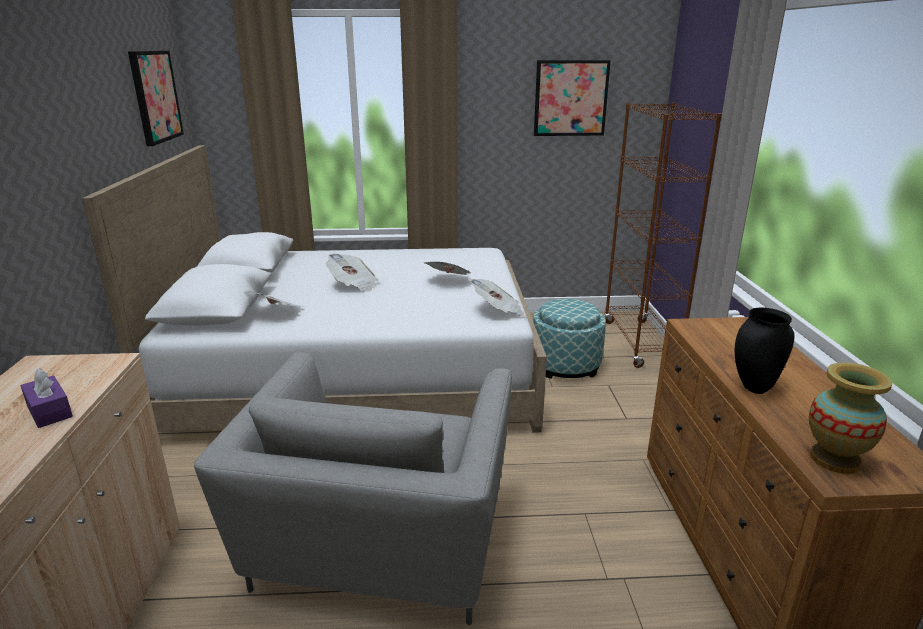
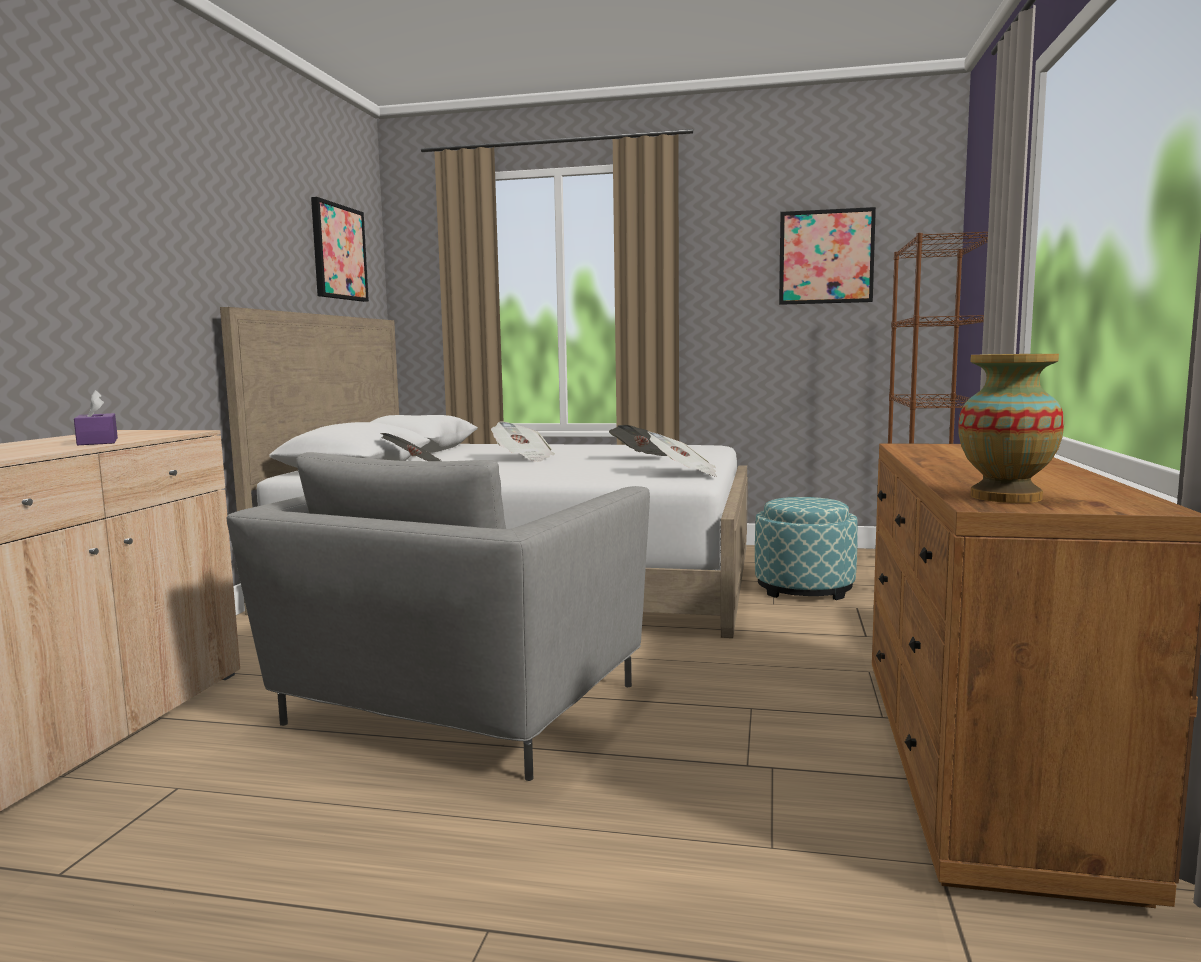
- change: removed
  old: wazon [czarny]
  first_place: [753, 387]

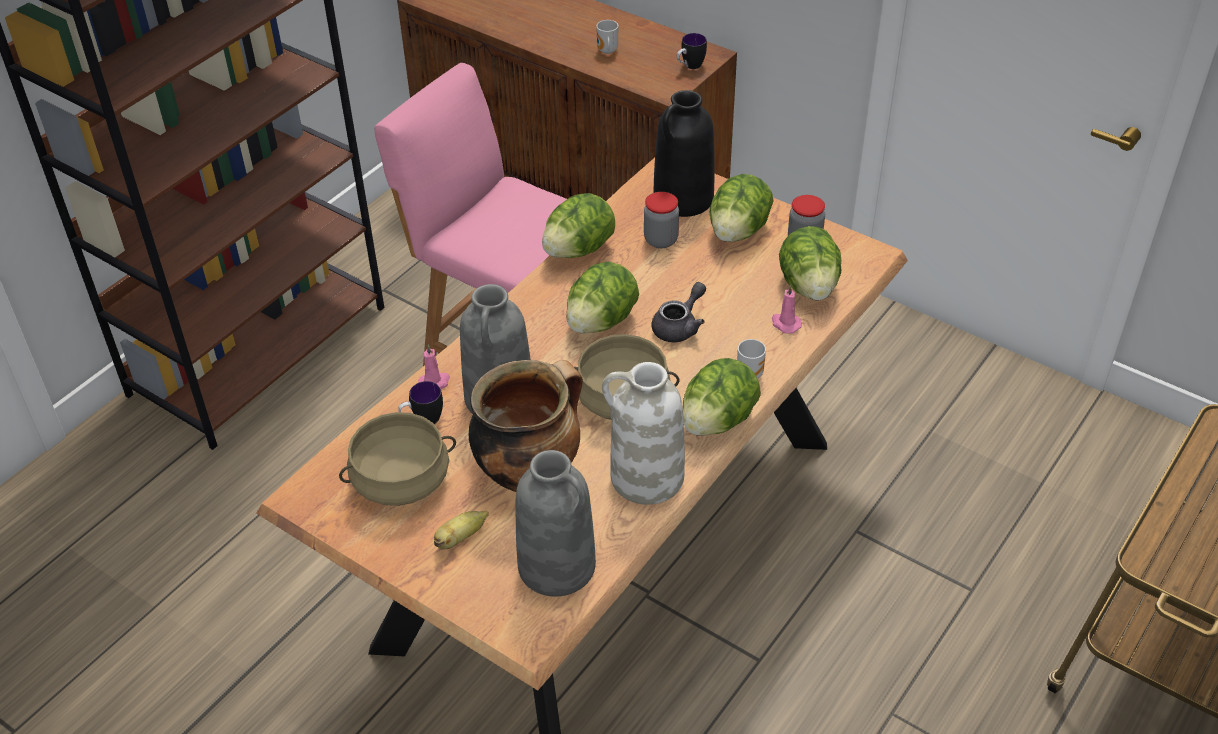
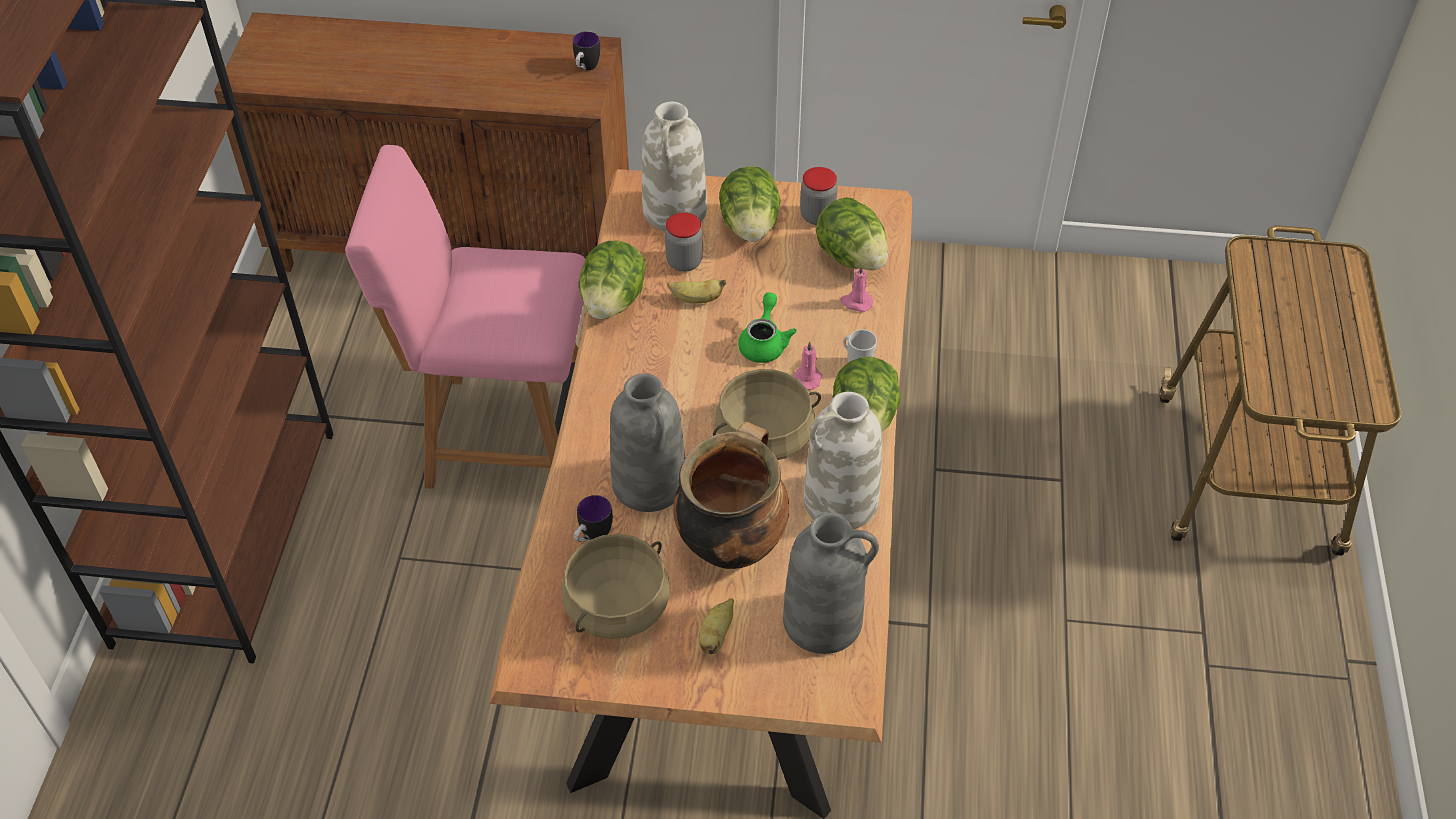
- change: removed
  old: kubek
  first_place: [606, 51]
- change: recoloured
  old: wazon [czarny]
  new: wazon [biały]
  first_place: [683, 199]
  second_place: [675, 212]
- change: removed
  old: sałata
  first_place: [601, 321]
- change: recoloured
  old: imbryk [szary]
  new: imbryk [zielony]
  first_place: [680, 326]
  second_place: [764, 342]
- change: moved
  old: świeca [różowy]
  first_place: [435, 383]
  second_place: [808, 378]
- change: added
  new: banan
  second_place: [696, 299]

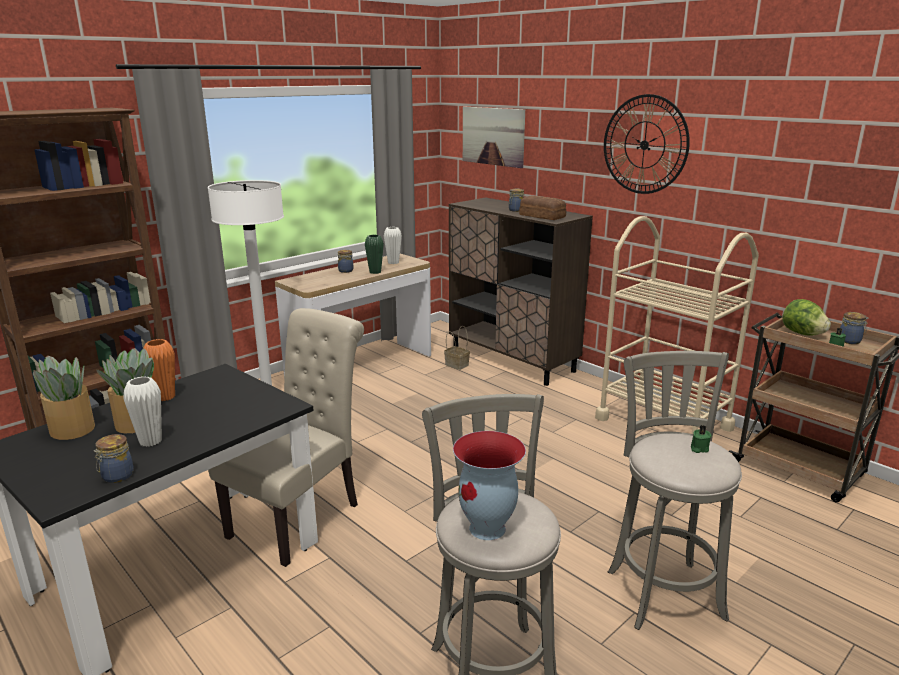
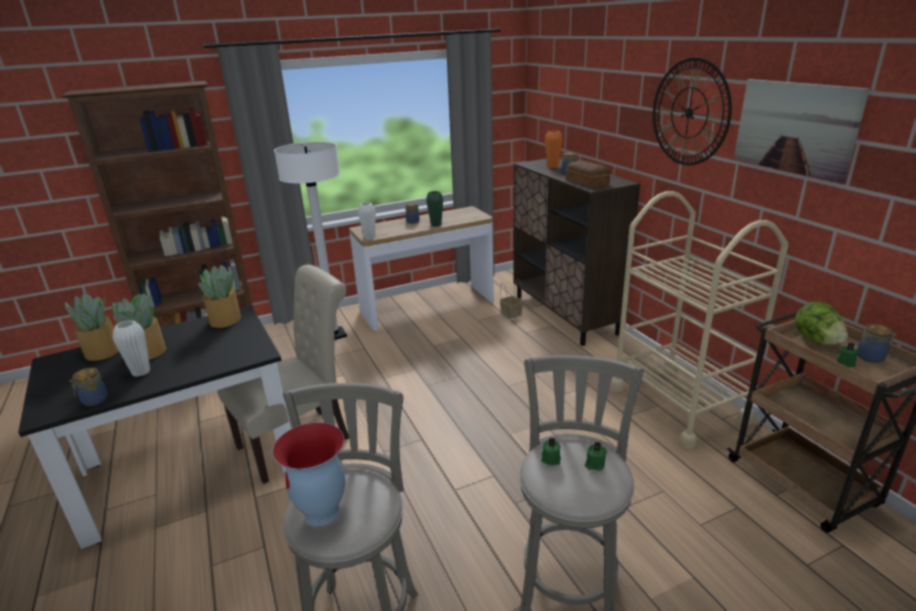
- change: moved
  old: obraz
  first_place: [493, 136]
  second_place: [795, 127]
- change: moved
  old: wazon [biały]
  first_place: [393, 262]
  second_place: [369, 237]
- change: moved
  old: wazon [pomarańczowy]
  first_place: [165, 397]
  second_place: [552, 166]
- change: added
  new: roślina doniczkowa
  second_place: [224, 320]
- change: added
  new: świeca [zielony]
  second_place: [550, 458]

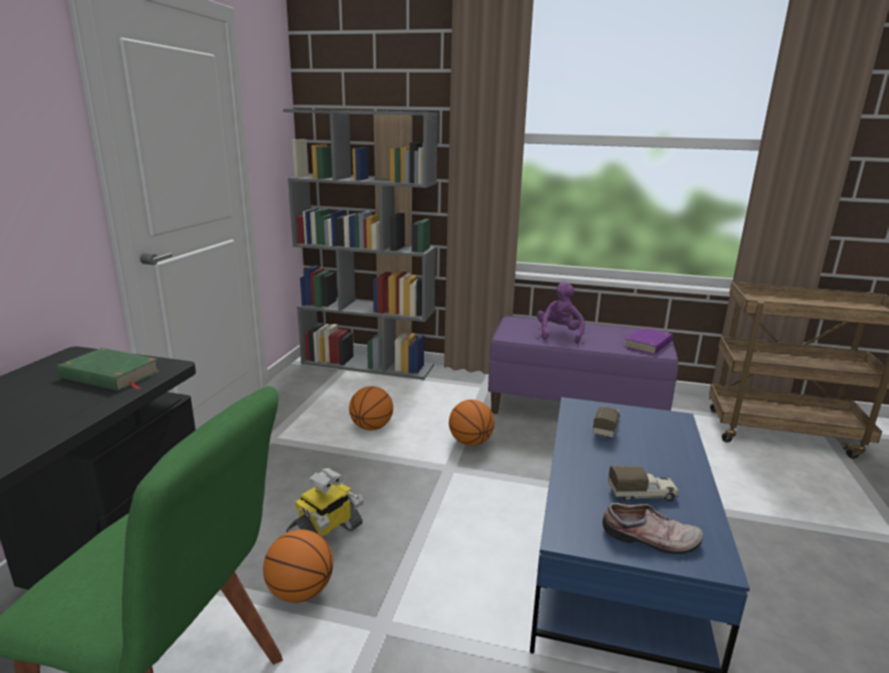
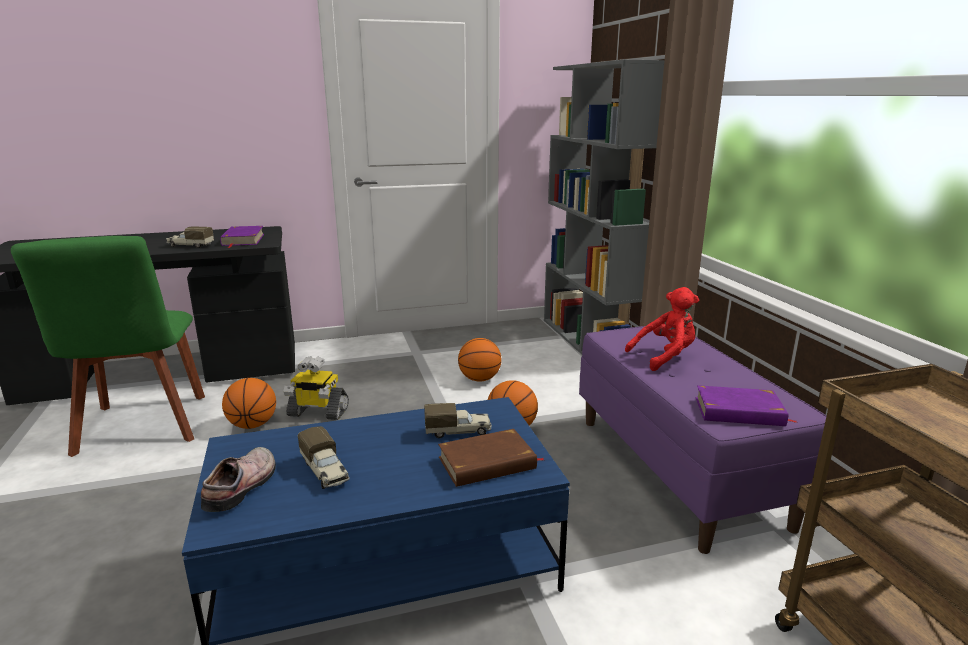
- change: recoloured
  old: pluszak [fioletowy]
  new: pluszak [czerwony]
  first_place: [559, 334]
  second_place: [665, 357]
- change: recoloured
  old: książka [zielony]
  new: książka [fioletowy]
  first_place: [110, 375]
  second_place: [243, 240]
- change: turned
  old: but
  first_place: [651, 539]
  second_place: [244, 486]
  degrees: -150
- change: added
  new: ciężarówka zabawkowa
  second_place: [190, 246]
- change: added
  new: książka [brązowy]
  second_place: [487, 463]

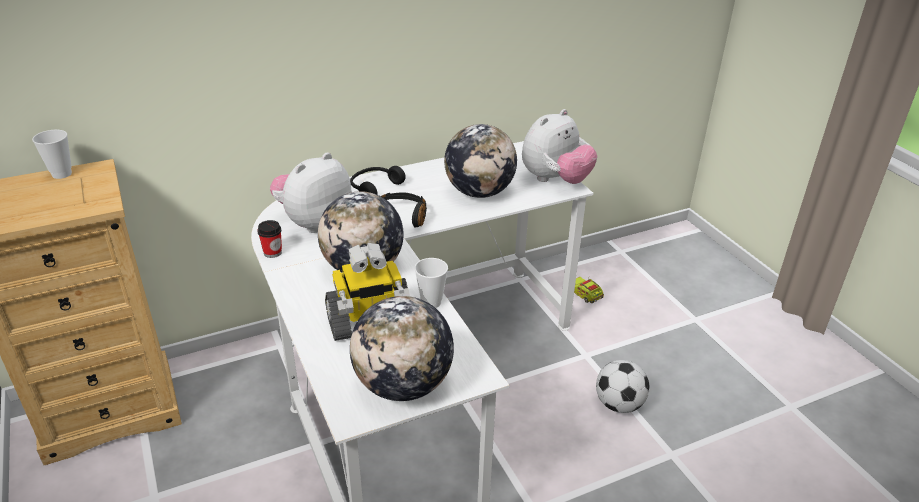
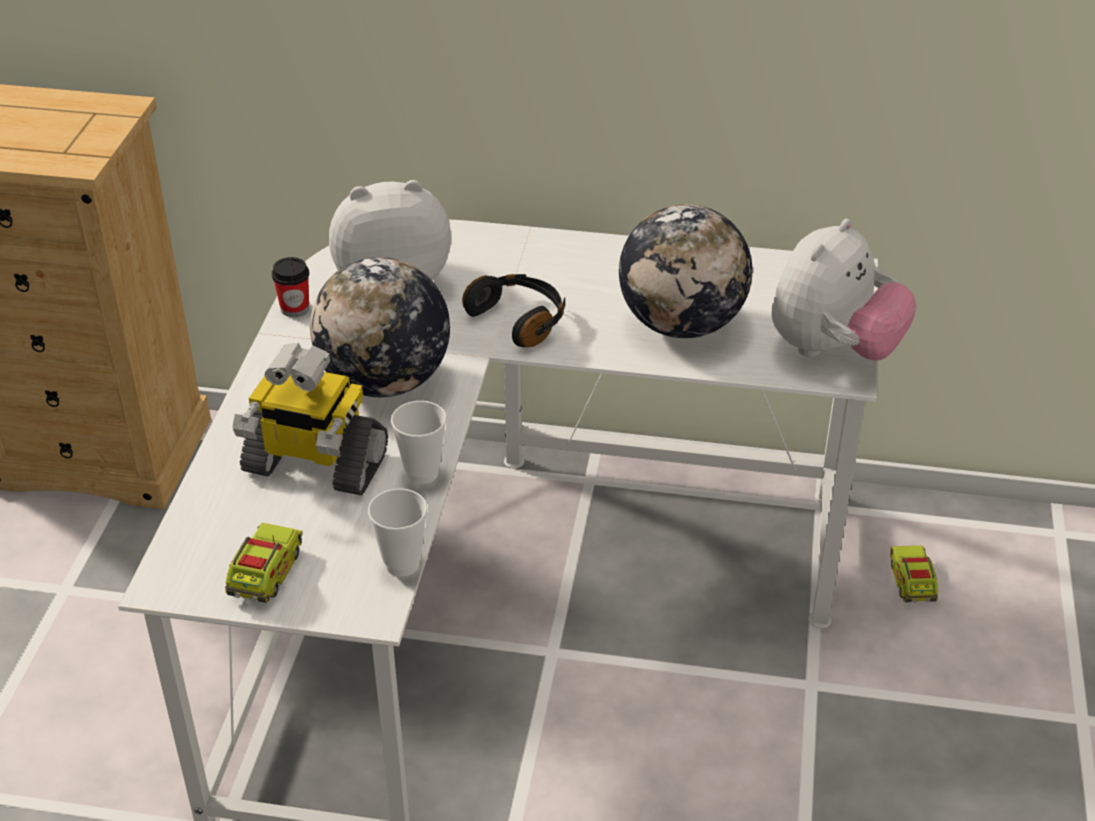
- change: turned
  old: pluszak
  first_place: [555, 180]
  second_place: [833, 350]
  degrees: -45
- change: moved
  old: filiżanka
  first_place: [62, 174]
  second_place: [402, 564]
- change: removed
  old: słuchawki [czarny]
  first_place: [374, 187]
- change: replaced
  old: globus
  new: ciężarówka zabawkowa
  first_place: [403, 385]
  second_place: [265, 573]
- change: removed
  old: piłka futbolowa
  first_place: [619, 404]

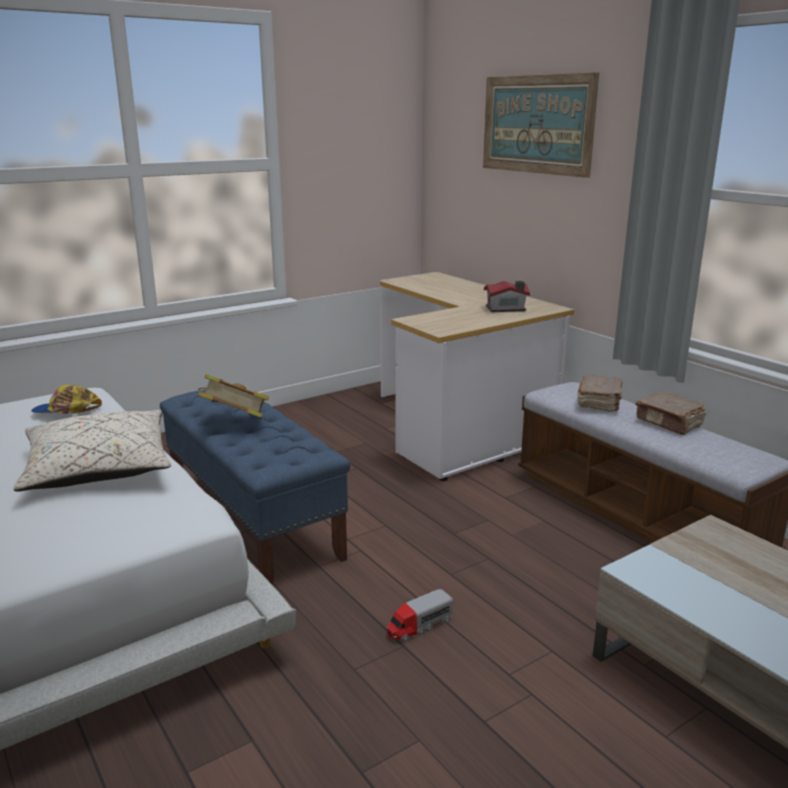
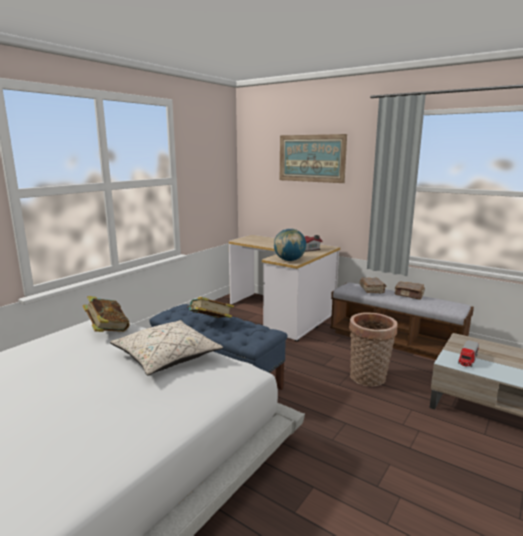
- change: replaced
  old: czapka z daszkiem
  new: książka
  first_place: [66, 411]
  second_place: [107, 330]
- change: moved
  old: ciężarówka zabawkowa
  first_place: [419, 626]
  second_place: [467, 359]
- change: added
  new: globus
  second_place: [289, 260]
- change: added
  new: koszyk
  second_place: [368, 379]

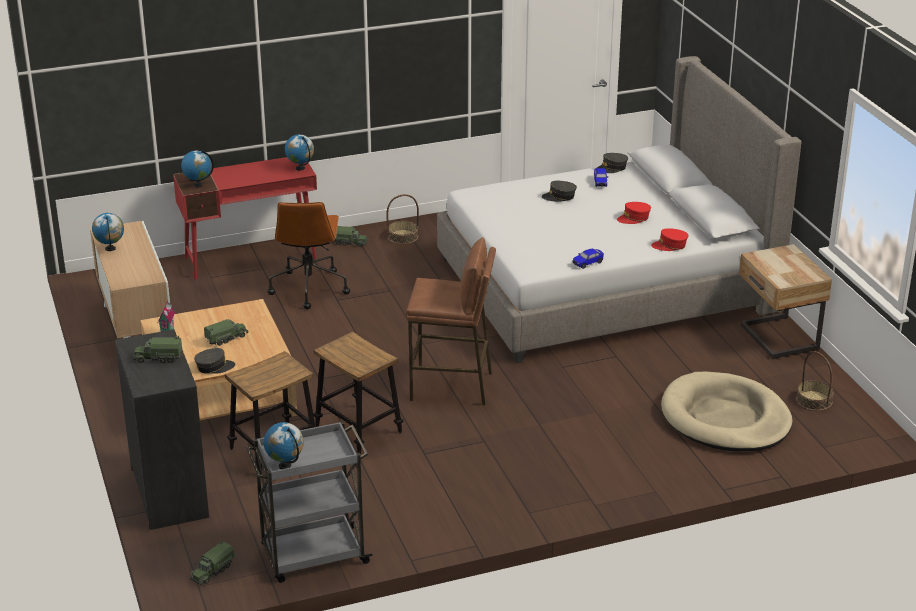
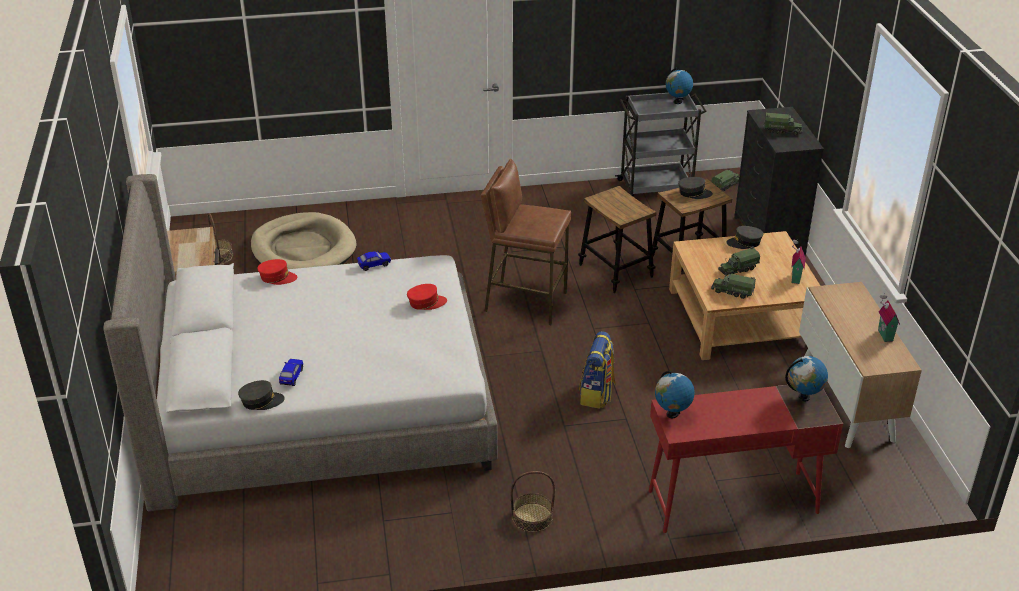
- change: moved
  old: czapka z daszkiem [szary]
  first_place: [559, 197]
  second_place: [694, 193]
- change: removed
  old: krzesło biurowe [brązowy]
  first_place: [309, 287]
- change: moved
  old: czapka z daszkiem [czerwony]
  first_place: [634, 218]
  second_place: [426, 302]
- change: replaced
  old: globus
  new: domek
  first_place: [110, 249]
  second_place: [883, 335]
- change: moved
  old: ciężarówka zabawkowa
  first_place: [349, 242]
  second_place: [732, 292]
- change: added
  new: plecak
  second_place: [597, 394]

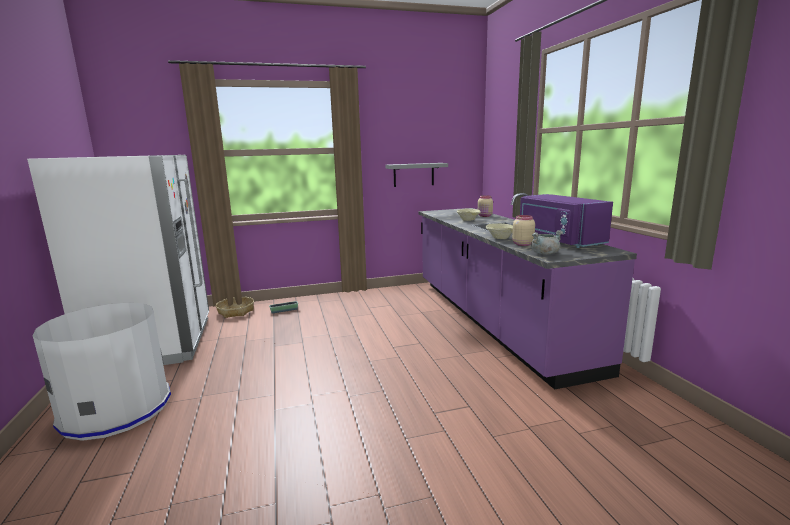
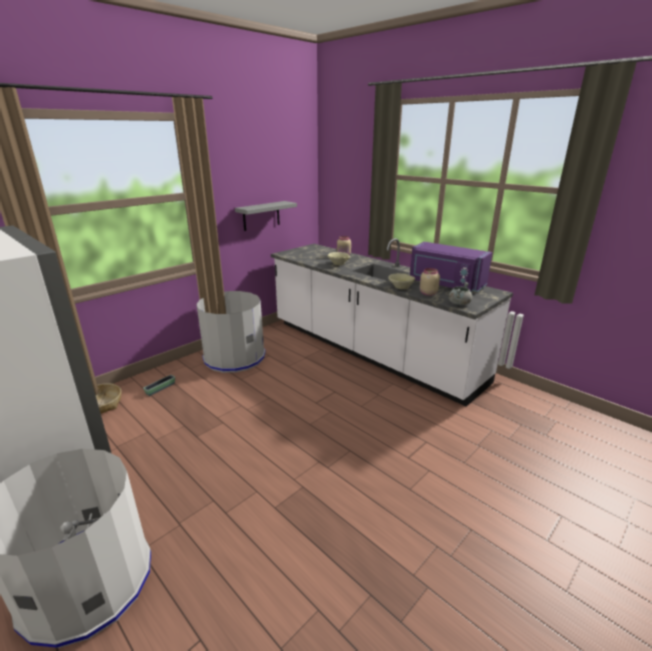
- change: recoloured
  old: zabudowa kuchenna [fioletowy]
  new: zabudowa kuchenna [biały]
  first_place: [493, 319]
  second_place: [371, 351]
- change: added
  new: kosz na śmieci [szary]
  second_place: [234, 357]

